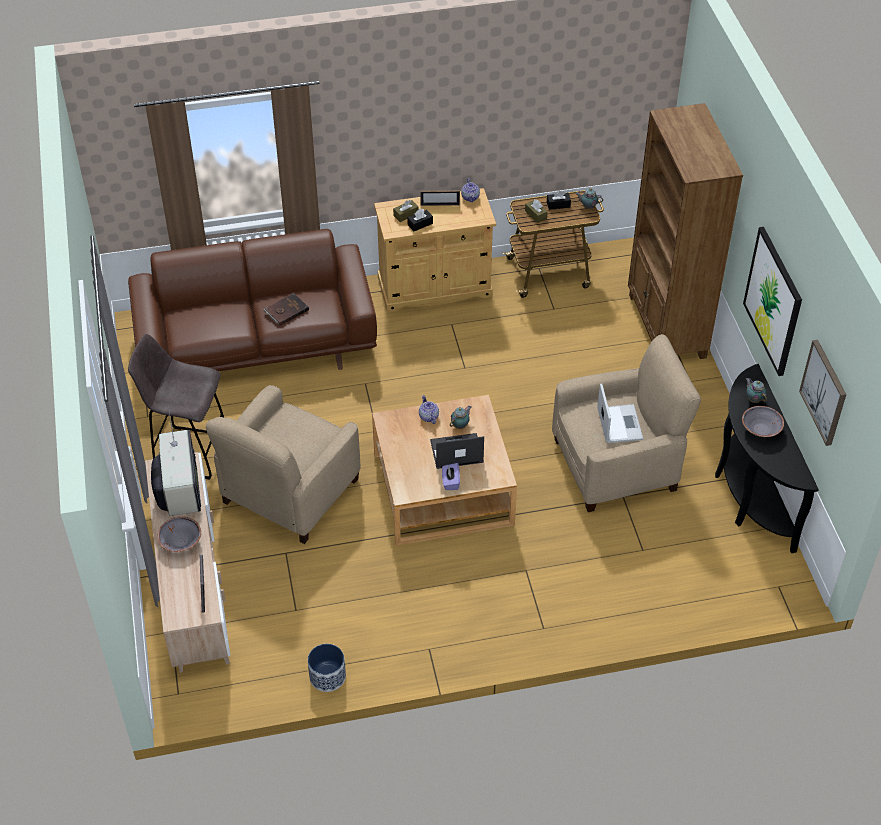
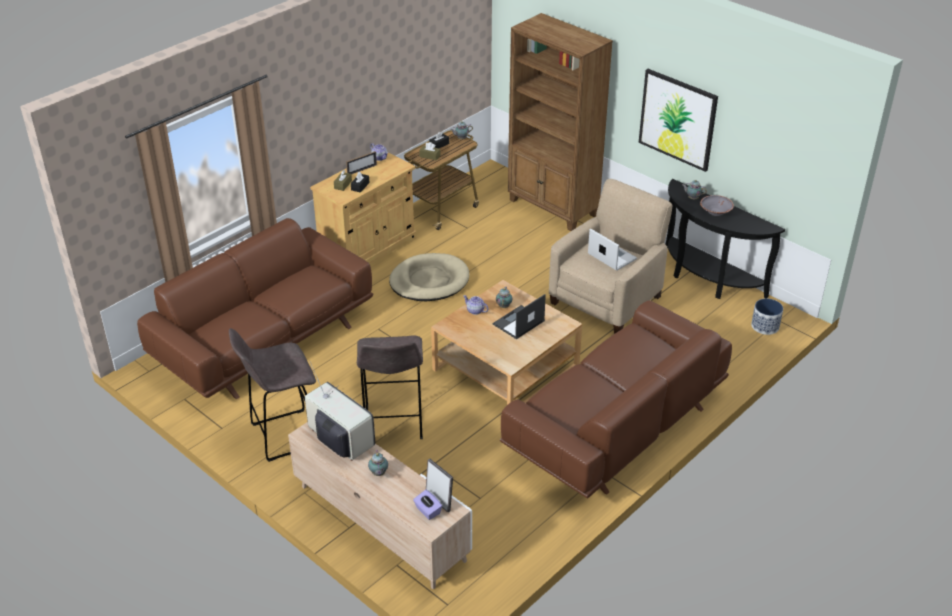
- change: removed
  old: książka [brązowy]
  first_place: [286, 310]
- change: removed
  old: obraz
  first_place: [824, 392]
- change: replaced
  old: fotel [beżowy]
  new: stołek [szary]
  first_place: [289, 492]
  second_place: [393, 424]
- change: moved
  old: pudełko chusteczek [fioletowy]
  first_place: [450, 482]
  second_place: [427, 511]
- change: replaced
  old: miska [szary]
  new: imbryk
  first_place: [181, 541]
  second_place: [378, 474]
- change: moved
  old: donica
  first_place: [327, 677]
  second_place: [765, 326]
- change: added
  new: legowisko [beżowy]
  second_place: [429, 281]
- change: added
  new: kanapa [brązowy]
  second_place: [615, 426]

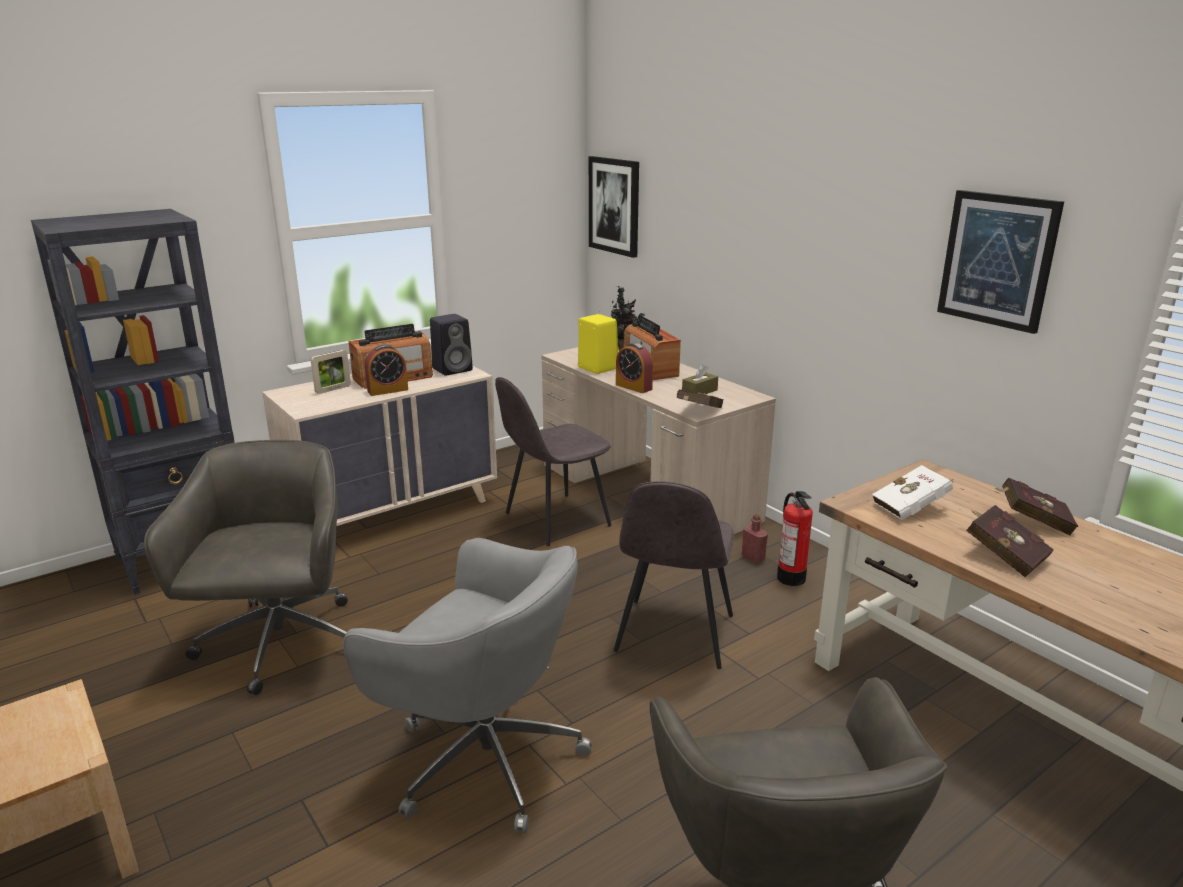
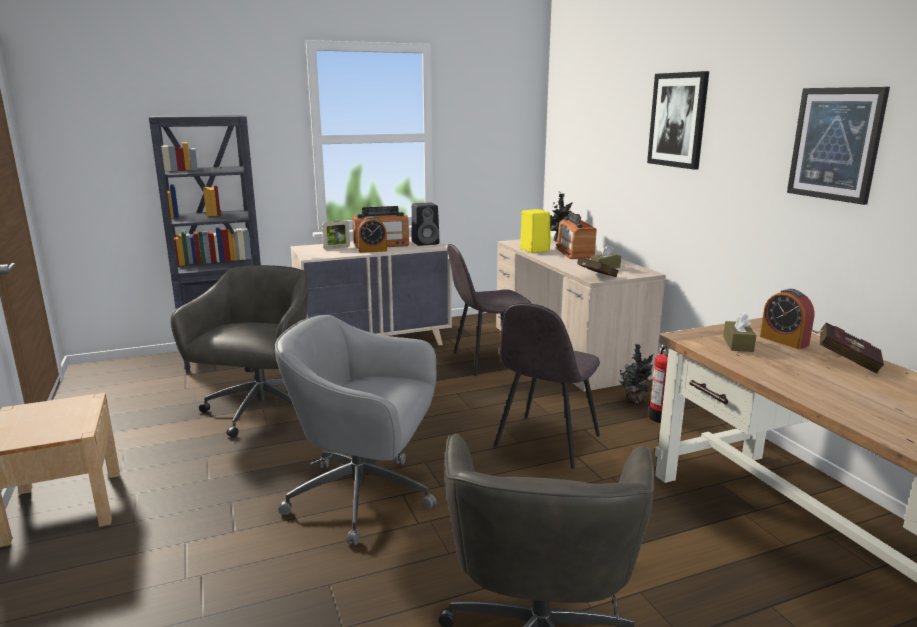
- change: moved
  old: obraz
  first_place: [614, 206]
  second_place: [678, 120]
- change: moved
  old: budzik
  first_place: [633, 387]
  second_place: [784, 341]
- change: replaced
  old: książka [biały]
  new: pudełko chusteczek [brązowy]
  first_place: [912, 508]
  second_place: [738, 344]
- change: removed
  old: książka [czerwony]
  first_place: [1002, 555]
- change: replaced
  old: butelka [czerwony]
  new: roślina doniczkowa
  first_place: [753, 557]
  second_place: [634, 400]
- change: turned
  old: krzesło biurowe [szary]
  first_place: [482, 758]
  second_place: [365, 497]
  degrees: 150

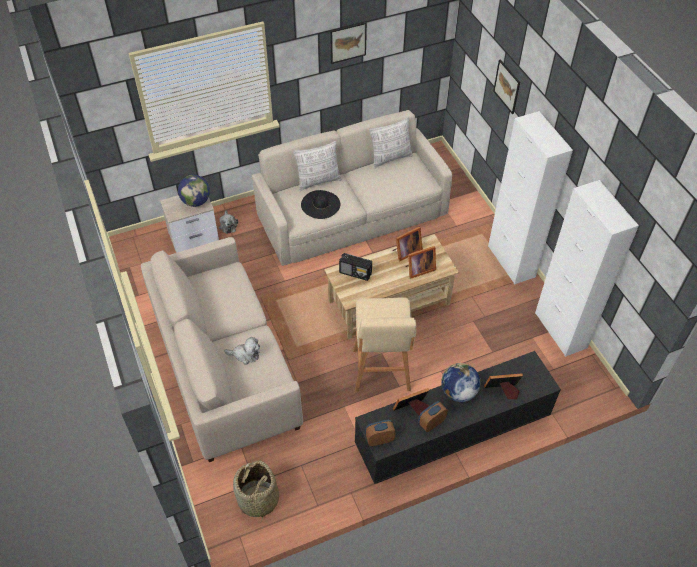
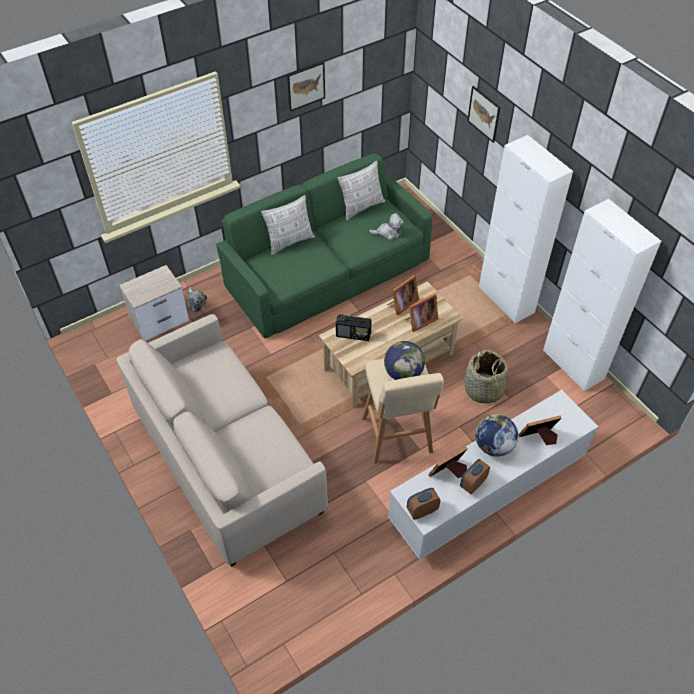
- change: recoloured
  old: kanapa [beżowy]
  new: kanapa [zielony]
  first_place: [351, 211]
  second_place: [327, 269]
- change: moved
  old: globus
  first_place: [196, 201]
  second_place: [403, 373]
- change: removed
  old: kapelusz [czarny]
  first_place: [320, 204]
- change: moved
  old: pluszak
  first_place: [245, 355]
  second_place: [388, 232]
- change: recoloured
  old: szafka pod telewizor [czarny]
  new: szafka pod telewizor [biały]
  first_place: [450, 434]
  second_place: [485, 492]
- change: moved
  old: koszyk
  first_place: [258, 499]
  second_place: [483, 390]

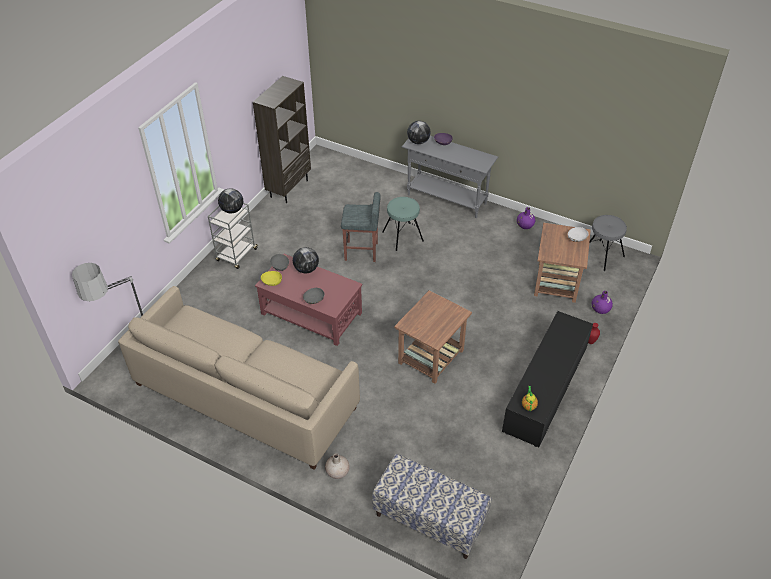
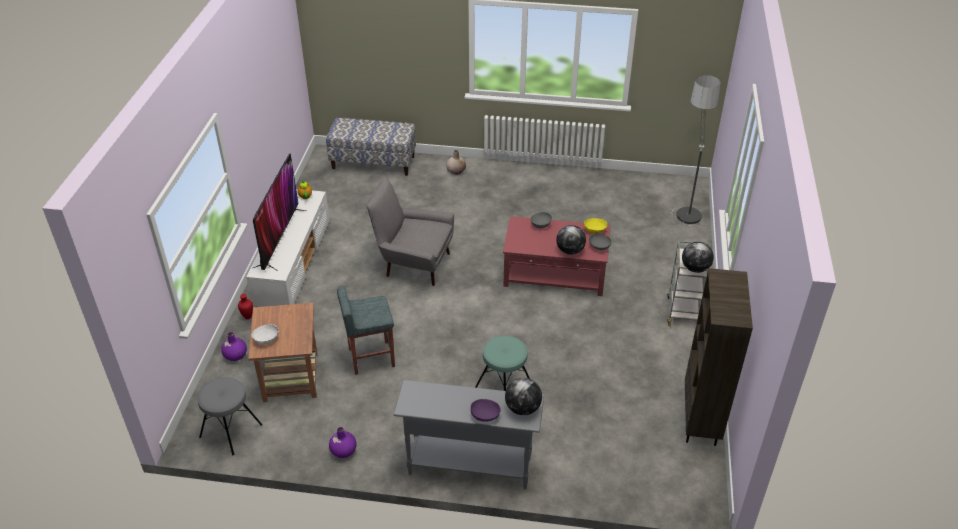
- change: moved
  old: stołek [szary]
  first_place: [362, 251]
  second_place: [370, 358]
- change: removed
  old: kanapa [beżowy]
  first_place: [245, 396]
- change: replaced
  old: stolik [brązowy]
  new: fotel [szary]
  first_place: [430, 357]
  second_place: [413, 263]
- change: recoloured
  old: szafka pod telewizor [czarny]
  new: szafka pod telewizor [biały]
  first_place: [545, 390]
  second_place: [293, 262]
- change: added
  new: telewizor
  second_place: [279, 238]

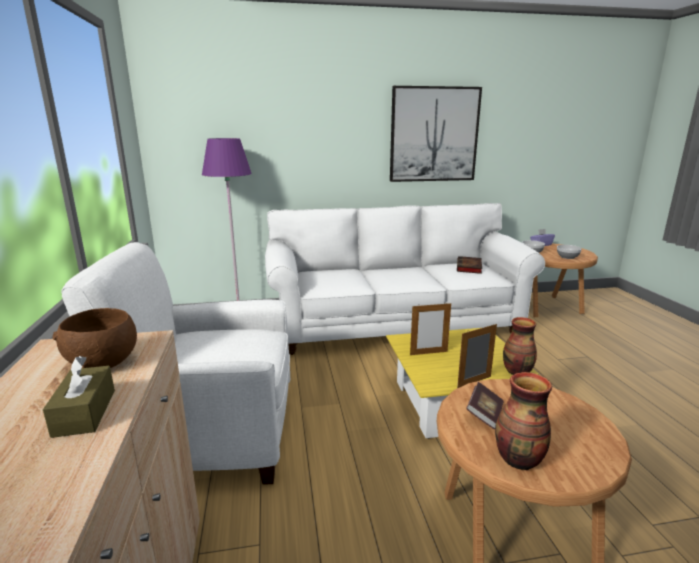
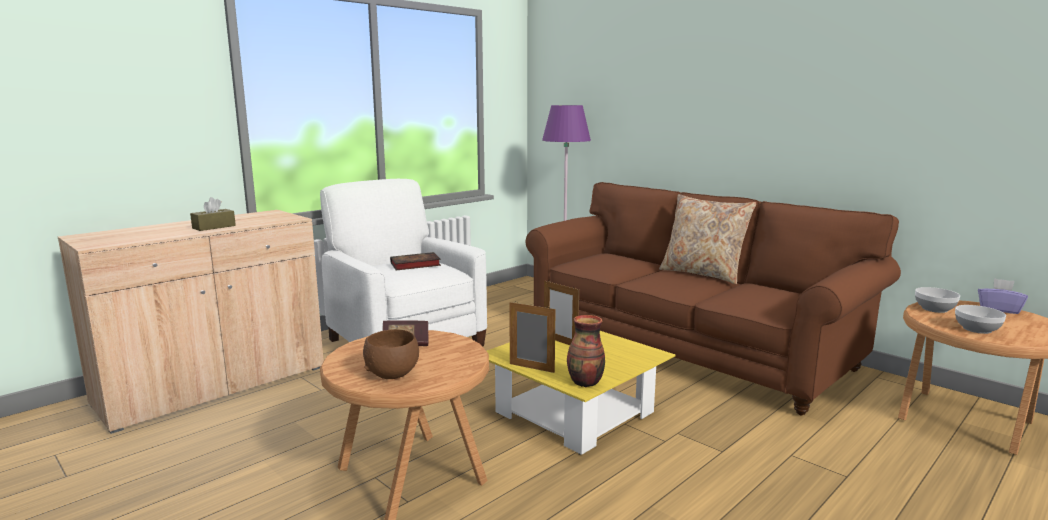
- change: removed
  old: obraz
  first_place: [434, 135]
- change: recoloured
  old: kanapa [biały]
  new: kanapa [brązowy]
  first_place: [394, 324]
  second_place: [687, 348]
- change: moved
  old: książka
  first_place: [469, 267]
  second_place: [414, 265]
- change: moved
  old: miska [brązowy]
  first_place: [105, 363]
  second_place: [393, 374]
- change: removed
  old: wazon
  first_place: [519, 460]
- change: added
  new: poduszka [beżowy]
  second_place: [703, 274]

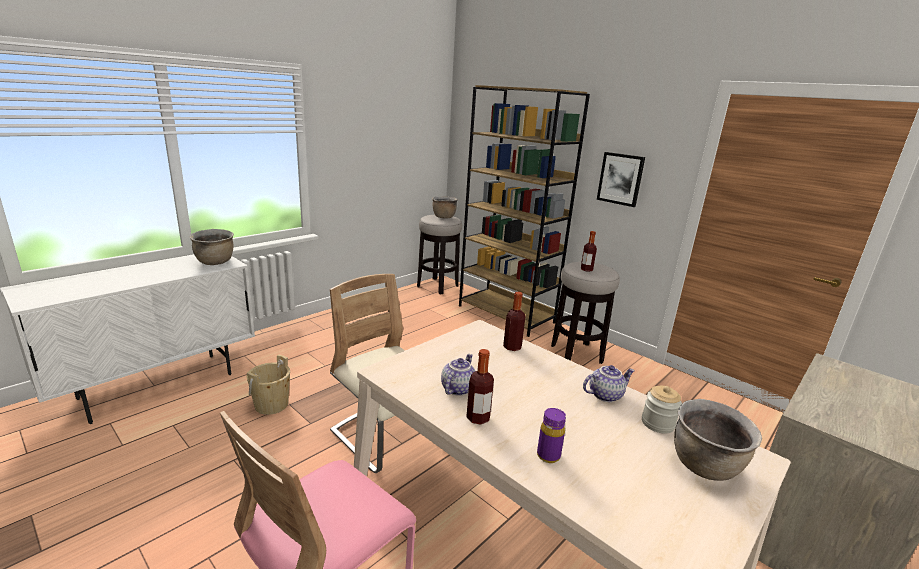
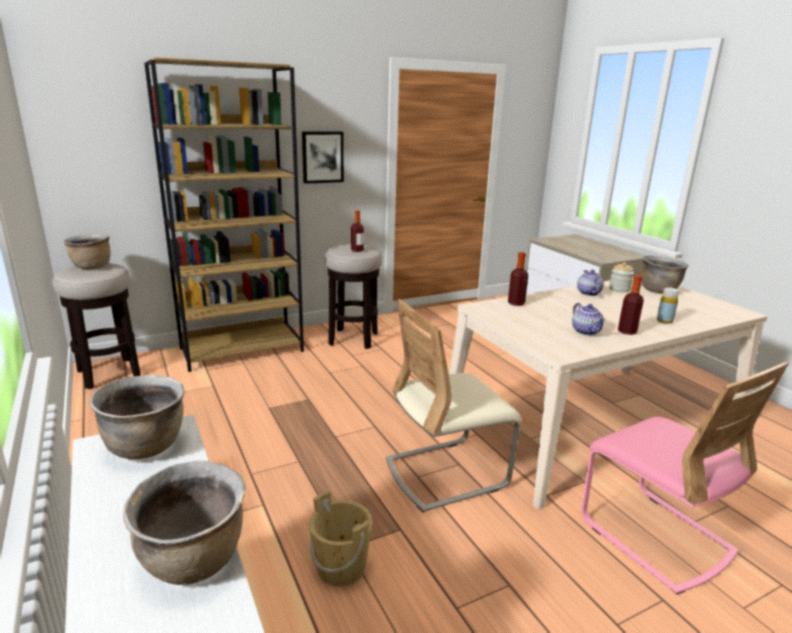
- change: turned
  old: imbryk
  first_place: [457, 388]
  second_place: [586, 331]
  degrees: -150
- change: recoloured
  old: butelka [fioletowy]
  new: butelka [żółty]
  first_place: [548, 456]
  second_place: [664, 321]
- change: added
  new: garnek [brązowy]
  second_place: [194, 561]

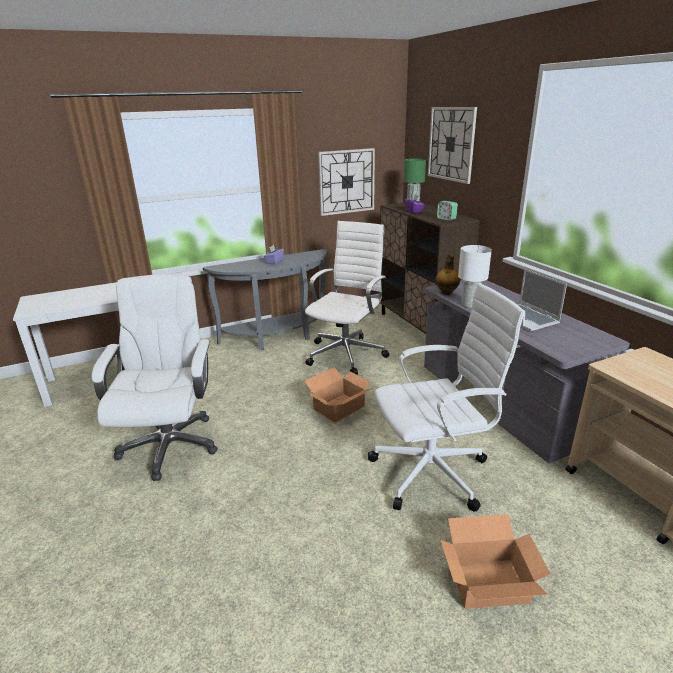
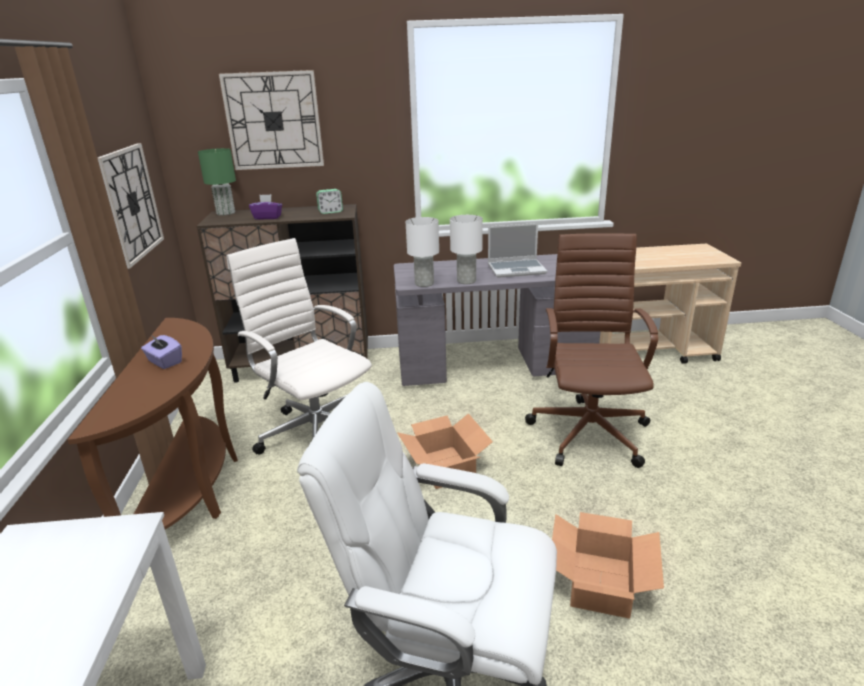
- change: recoloured
  old: stolik konsolowy [szary]
  new: stolik konsolowy [brązowy]
  first_place: [278, 337]
  second_place: [193, 490]
- change: replaced
  old: butelka
  new: lampa stołowa [biały]
  first_place: [446, 293]
  second_place: [424, 284]
- change: recoloured
  old: krzesło biurowe [biały]
  new: krzesło biurowe [brązowy]
  first_place: [433, 472]
  second_place: [589, 431]
- change: moved
  old: karton
  first_place: [487, 582]
  second_place: [599, 584]

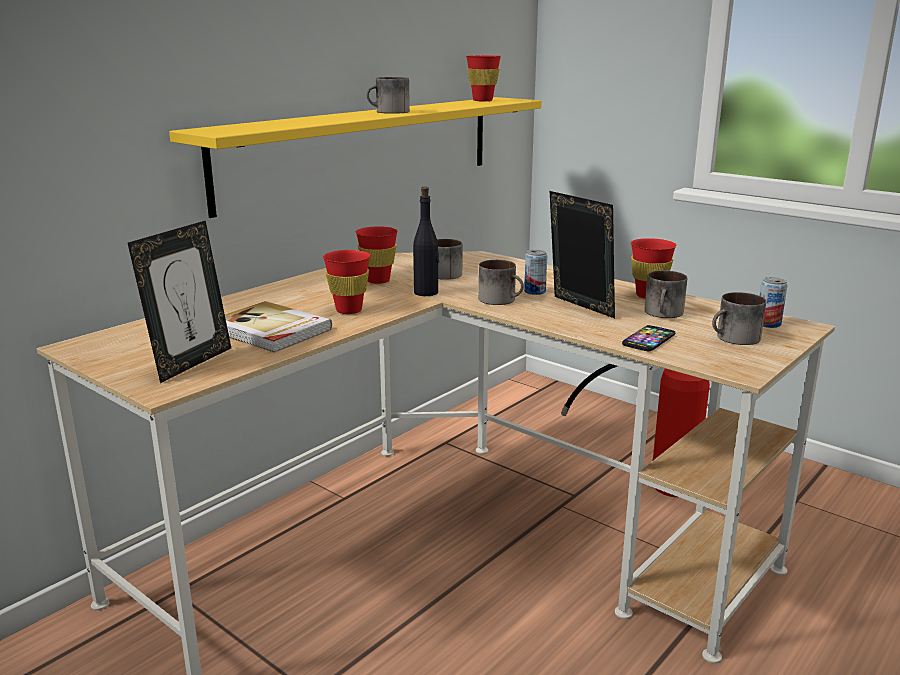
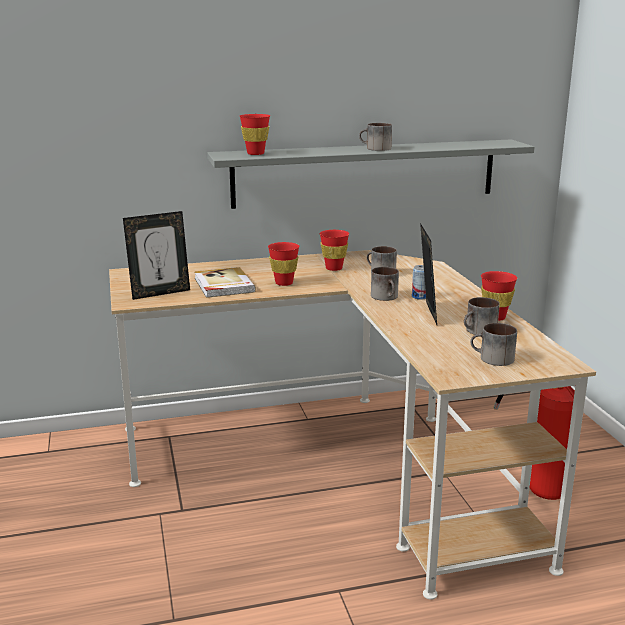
- change: moved
  old: filiżanka [czerwony]
  first_place: [482, 100]
  second_place: [255, 153]
- change: recoloured
  old: półka [żółty]
  new: półka [szary]
  first_place: [364, 149]
  second_place: [365, 173]
- change: removed
  old: butelka [czarny]
  first_place: [426, 293]
- change: removed
  old: puszka
  first_place: [768, 324]
- change: removed
  old: telefon
  first_place: [649, 340]

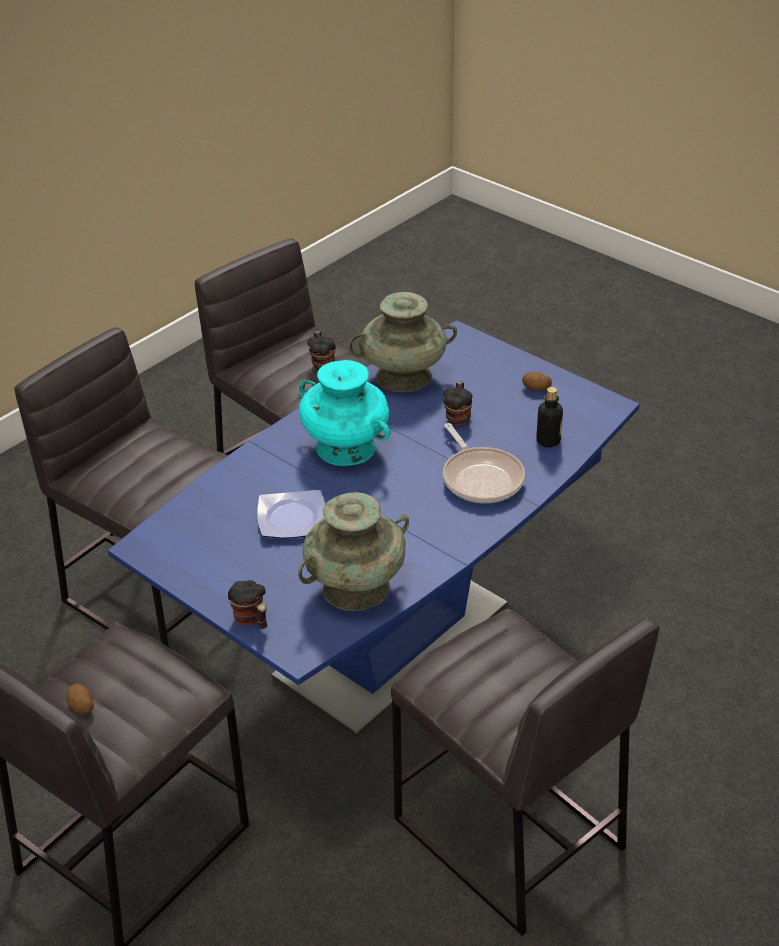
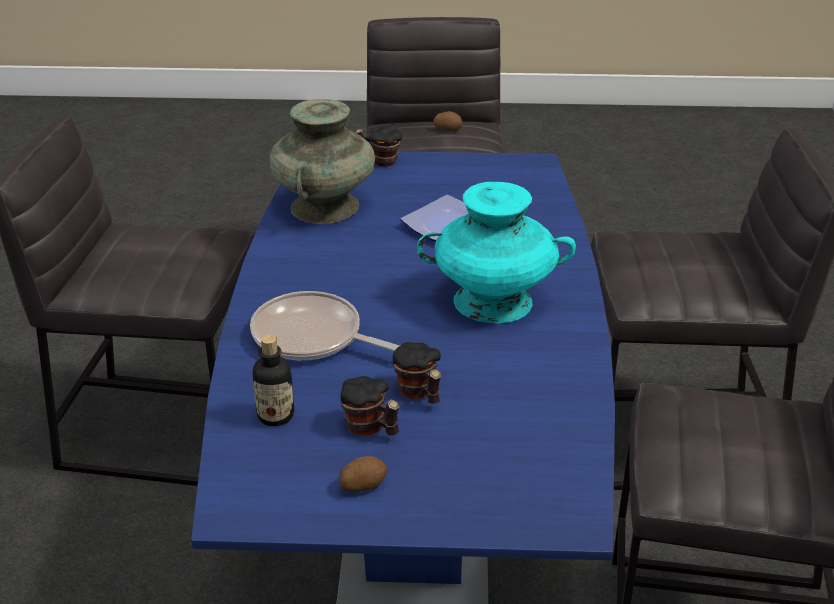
- change: removed
  old: wazon [turkusowy]
  first_place: [403, 376]
- change: moved
  old: kubek
  first_place: [322, 362]
  second_place: [370, 429]

